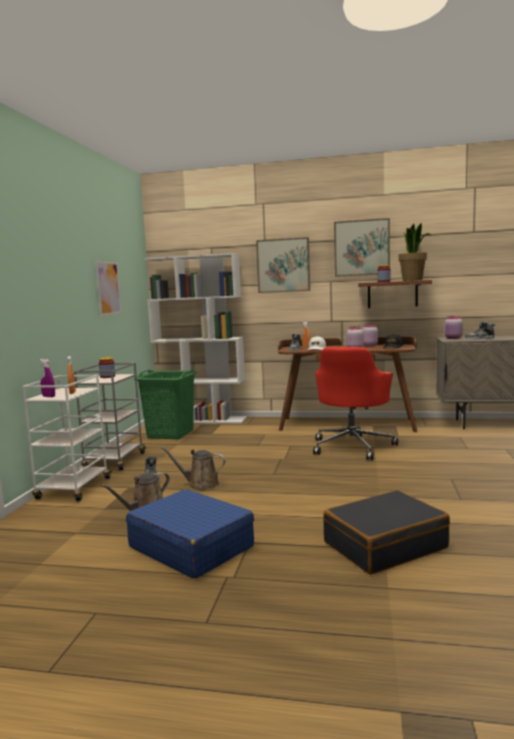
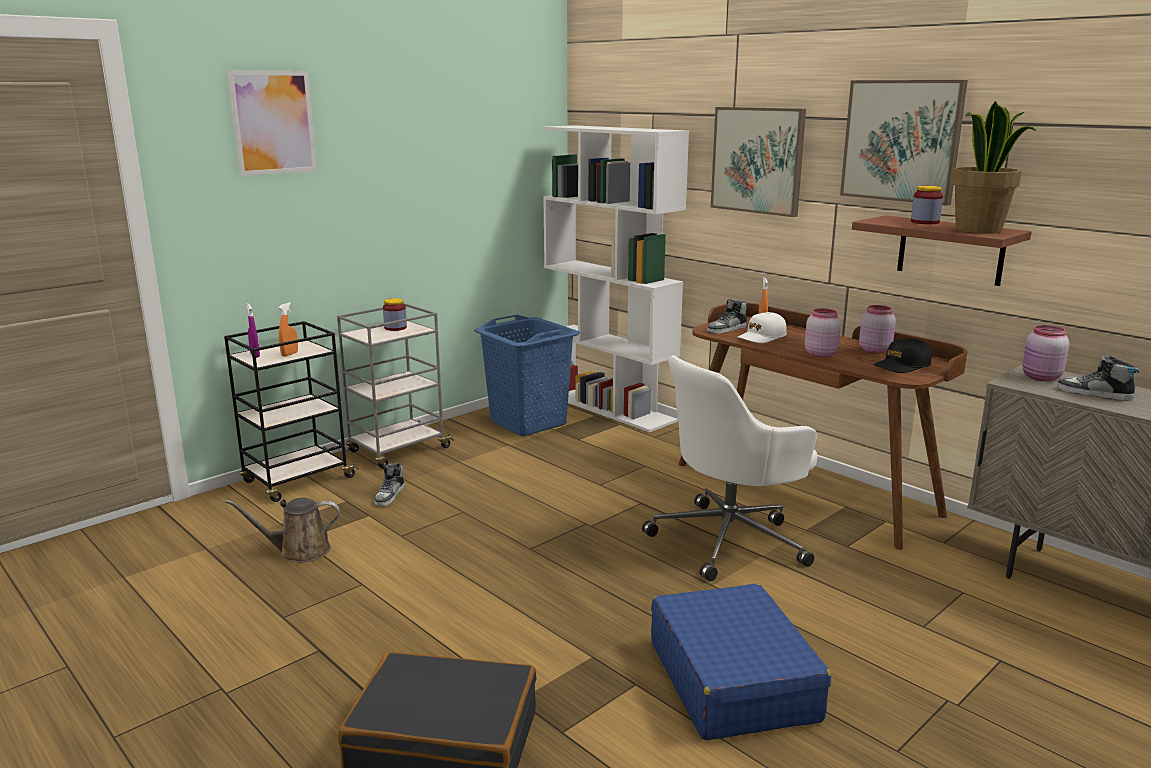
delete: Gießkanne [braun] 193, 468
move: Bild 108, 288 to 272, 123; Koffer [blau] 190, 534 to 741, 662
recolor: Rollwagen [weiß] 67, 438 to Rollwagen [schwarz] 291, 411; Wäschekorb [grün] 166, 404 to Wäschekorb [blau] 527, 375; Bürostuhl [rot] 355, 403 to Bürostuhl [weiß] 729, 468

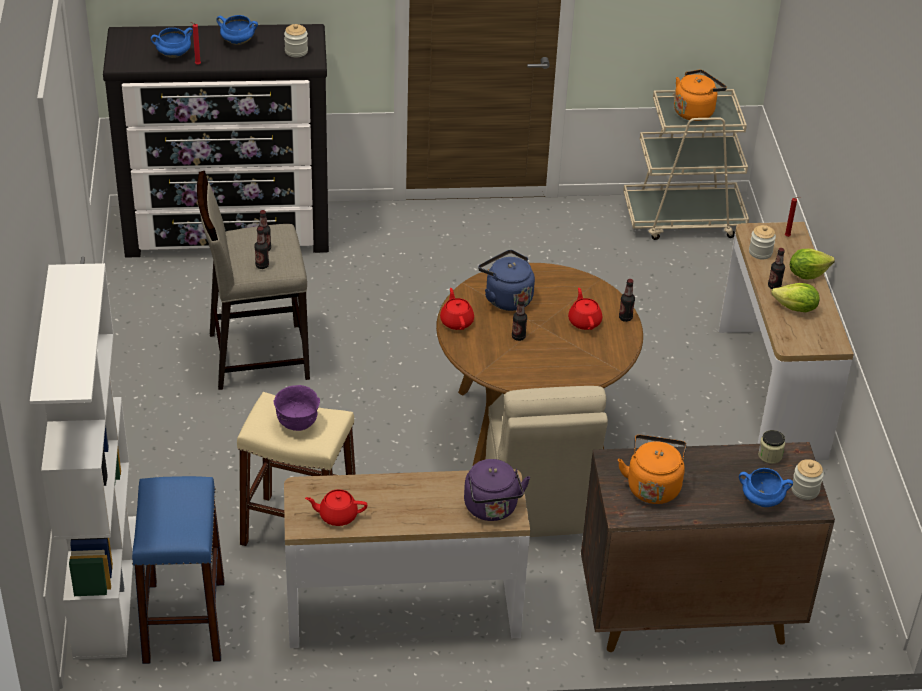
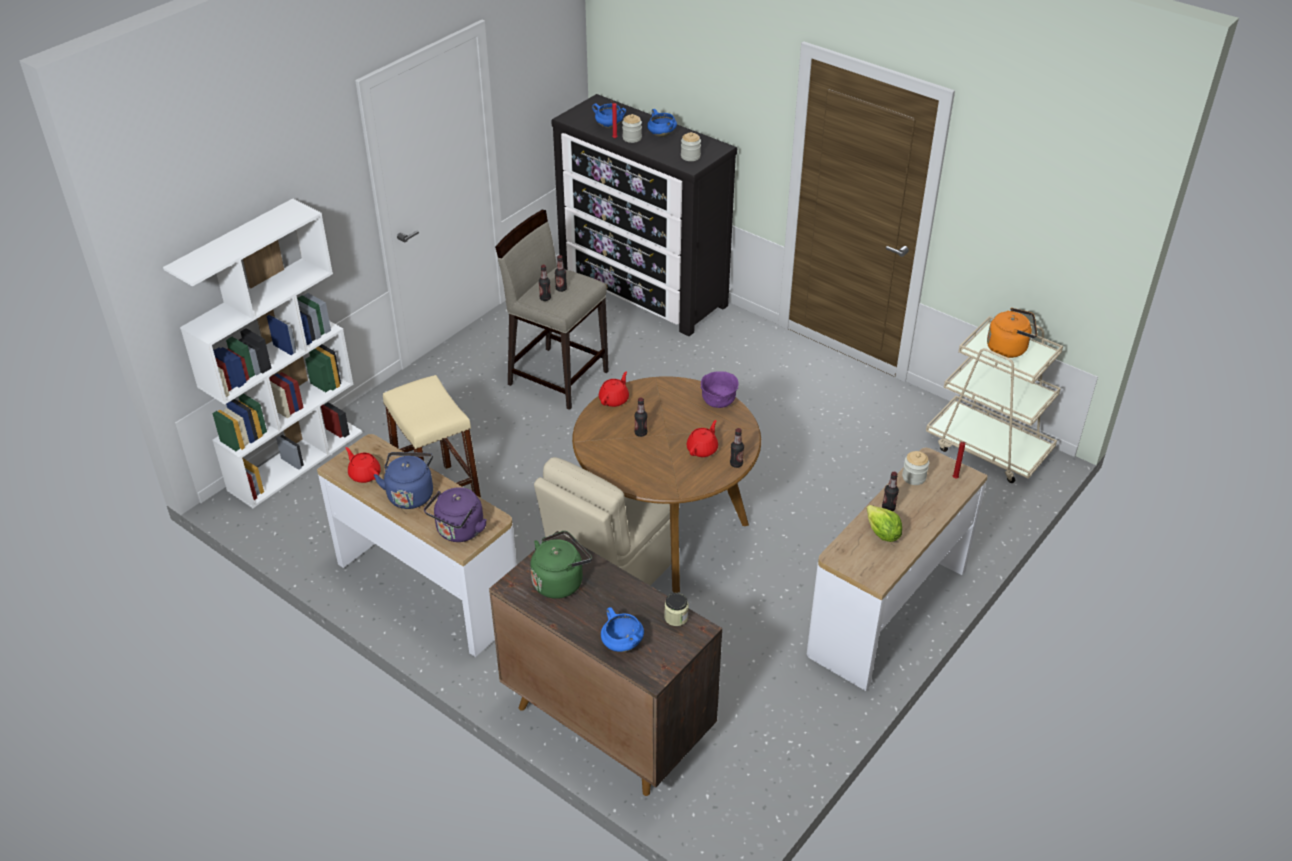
delete: Hocker [blau] 178, 570; Salatkopf 812, 264
move: Schüssel [lila] 297, 408 to 719, 389; Wasserkessel [blau] 506, 280 to 403, 480; Vorratsglas 807, 479 to 632, 128
recolor: Wasserkessel [orange] 652, 469 to Wasserkessel [grün] 561, 565

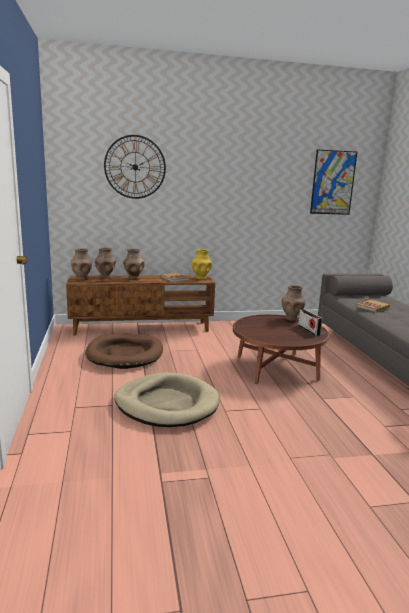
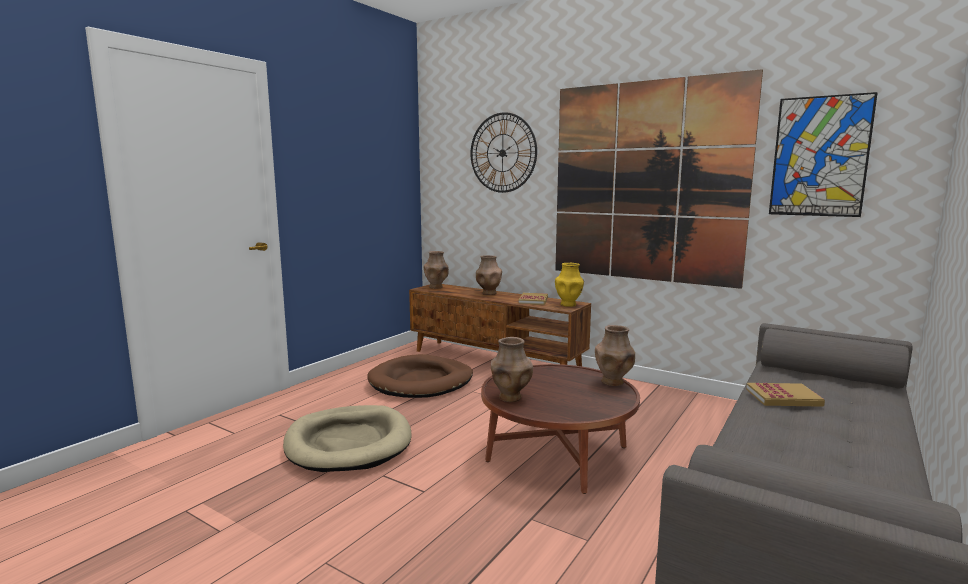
delete: Radio 310, 322
insert: Bild 659, 179
move: Vase [braun] 105, 263 to 512, 369

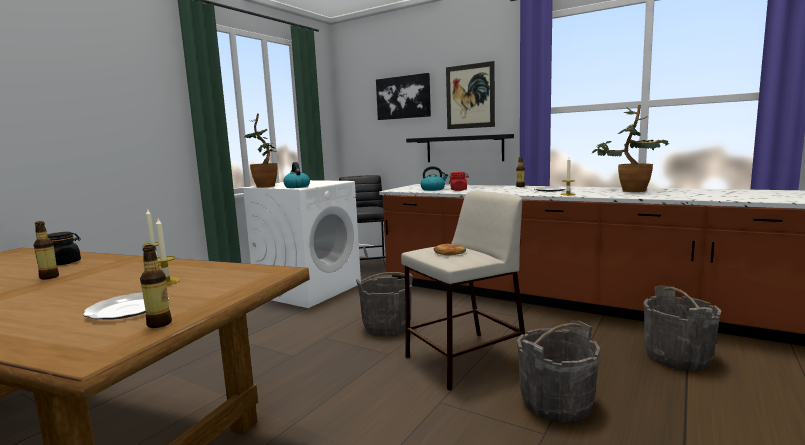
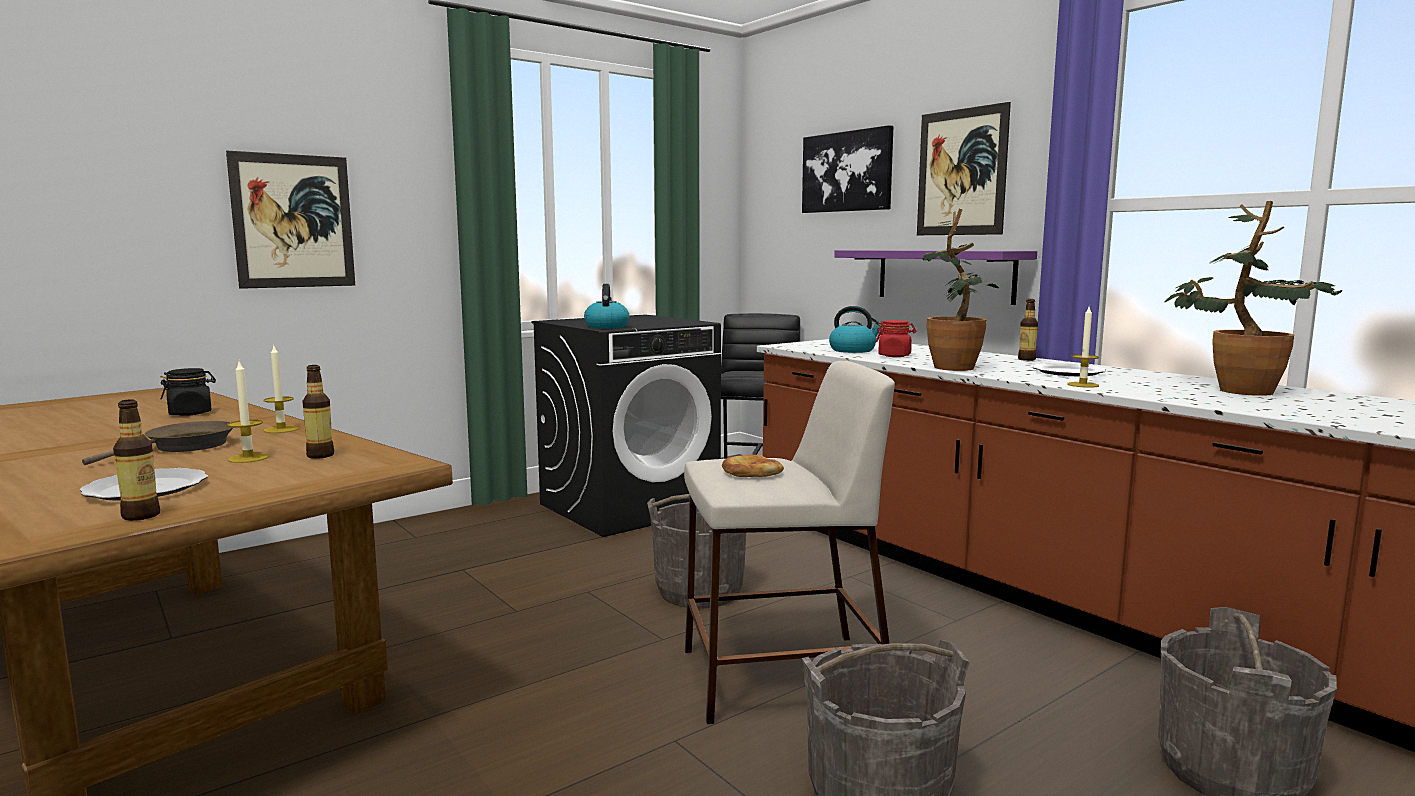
insert: Pfanne [braun] 158, 443; Bild 290, 220
move: Flasche 46, 250 to 318, 412; Topfpflanze 261, 151 to 961, 290
recolor: Waschmaschine [weiß] 301, 244 to Waschmaschine [schwarz] 626, 426; Wandregal [schwarz] 460, 148 to Wandregal [lila] 935, 277

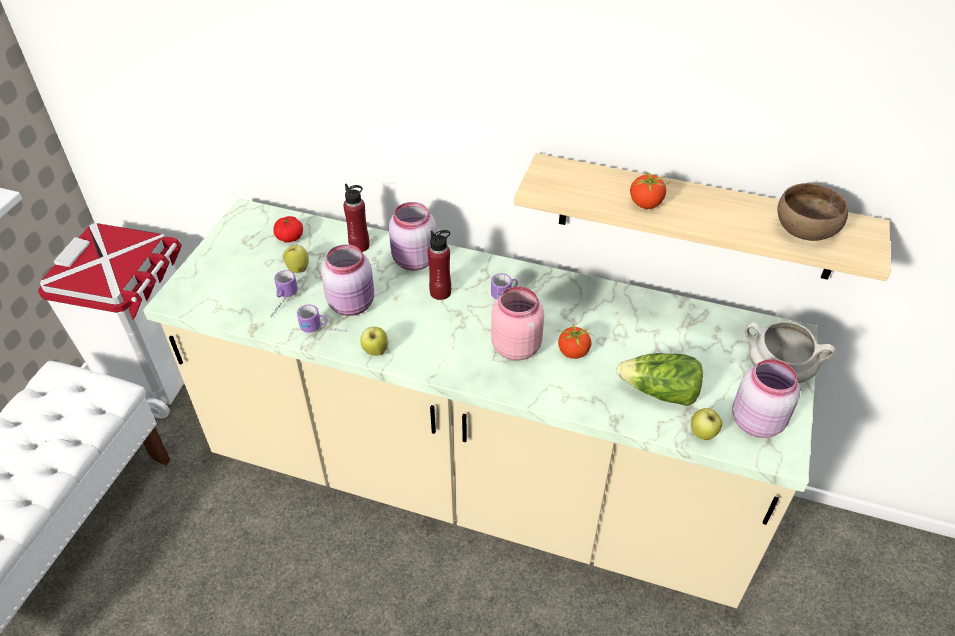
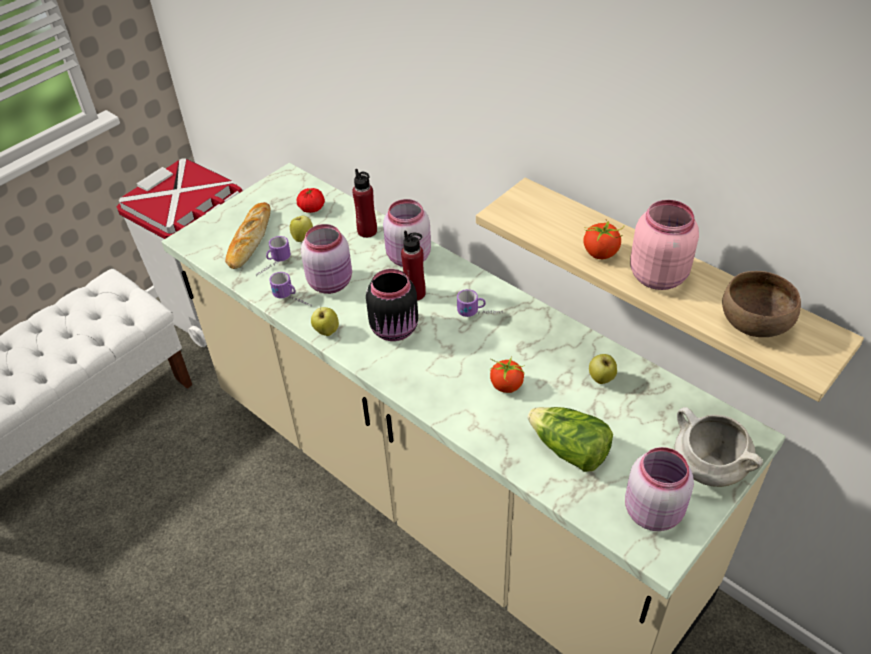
insert: Brot 247, 235; Vorratsglas [schwarz] 392, 305
move: Vorratsglas [rosa] 517, 323 to 664, 245; Apfel 706, 424 to 603, 369

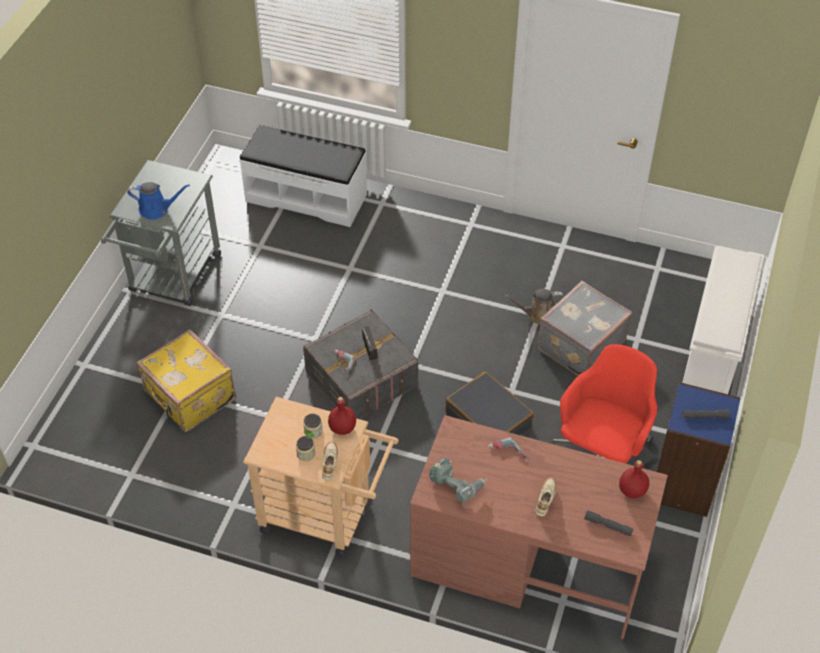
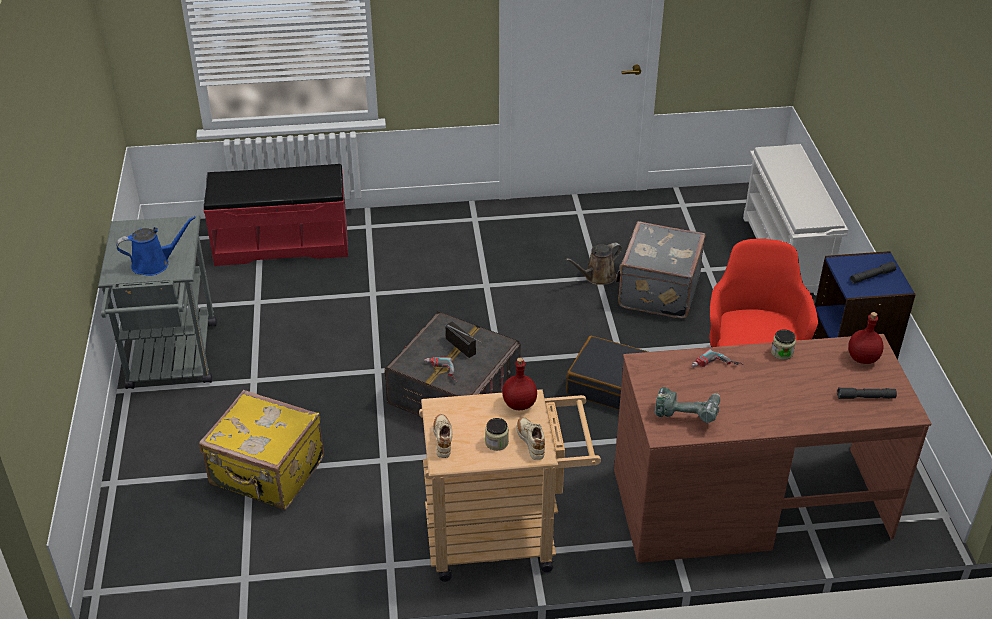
move: Vorratsglas 313, 426 to 783, 344; Schuh [beige] 545, 497 to 443, 436
recolor: Bank [weiß] 303, 176 to Bank [rot] 276, 215

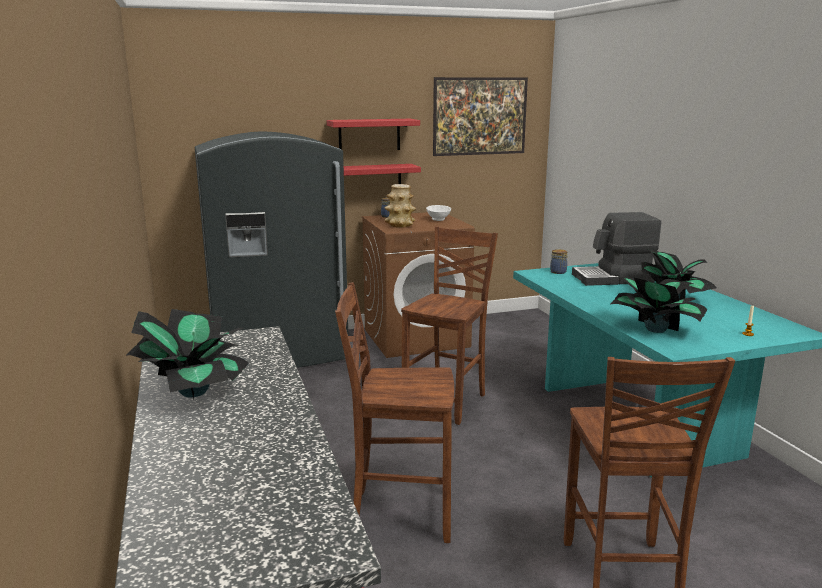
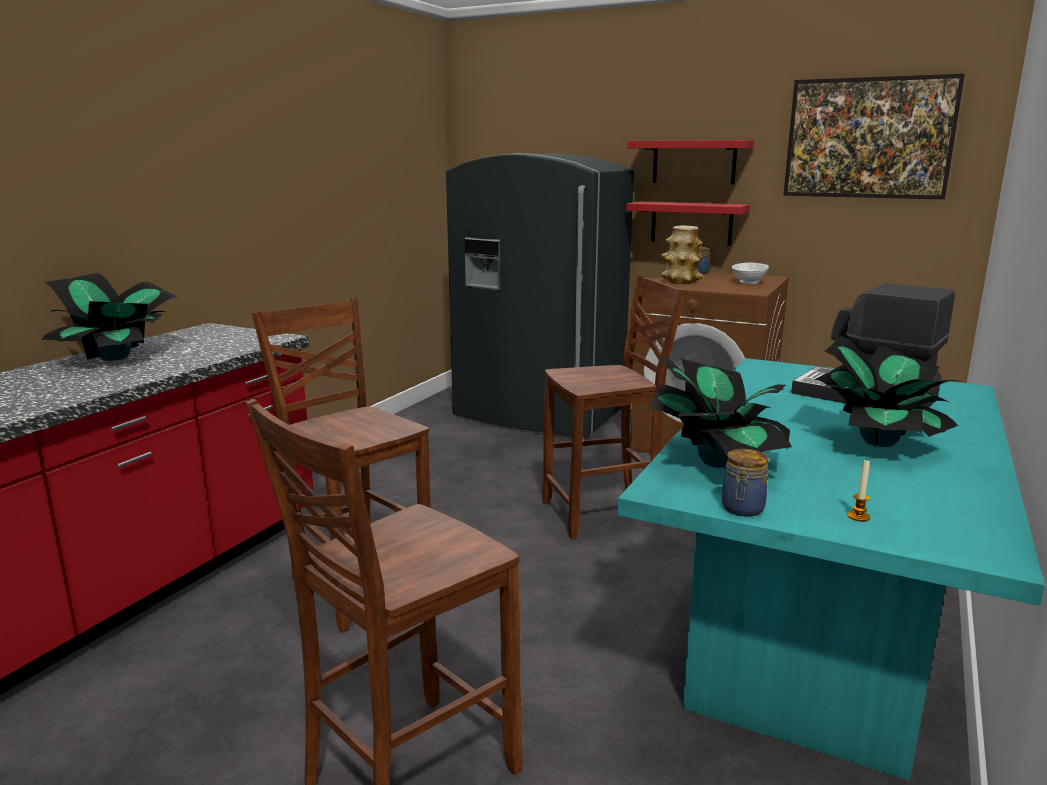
move: Vorratsglas 558, 261 to 745, 482

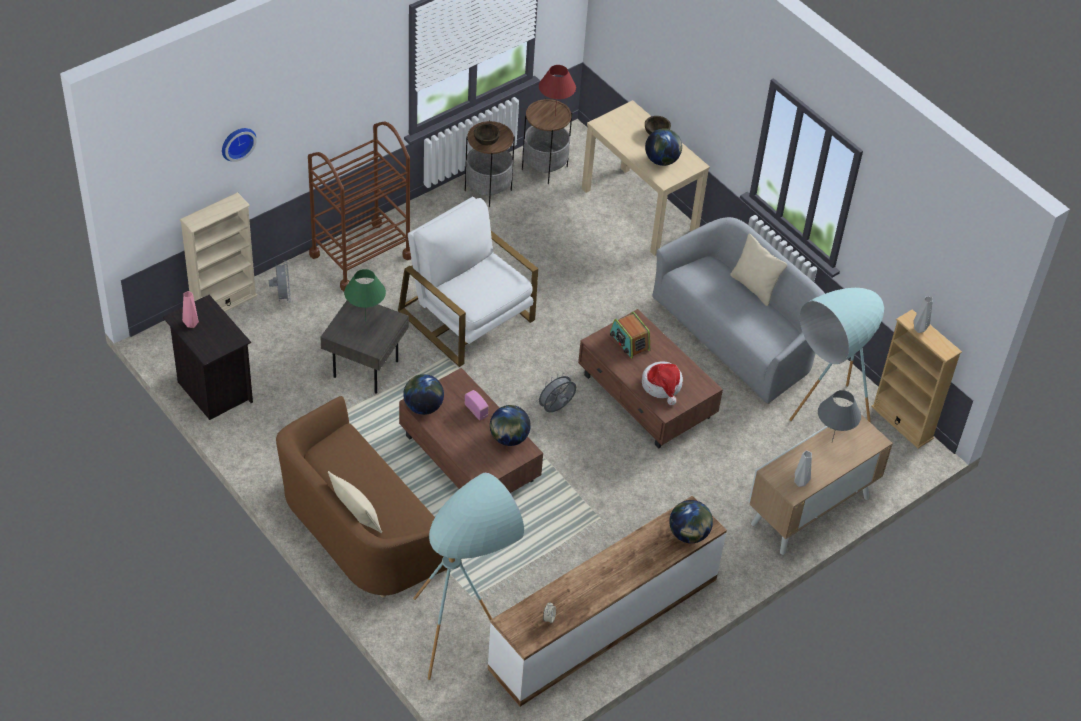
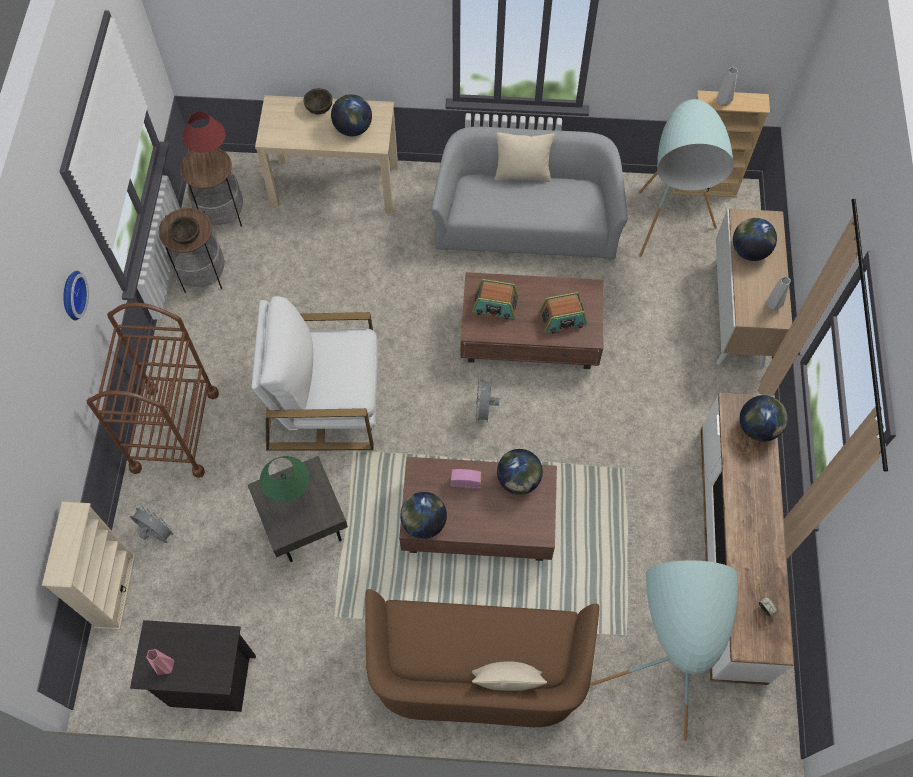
move: Wanduhr 239, 145 to 76, 295
replace: Hut 662, 383 to Radio 562, 312; Tischlampe [grau] 839, 416 to Globus 755, 239

